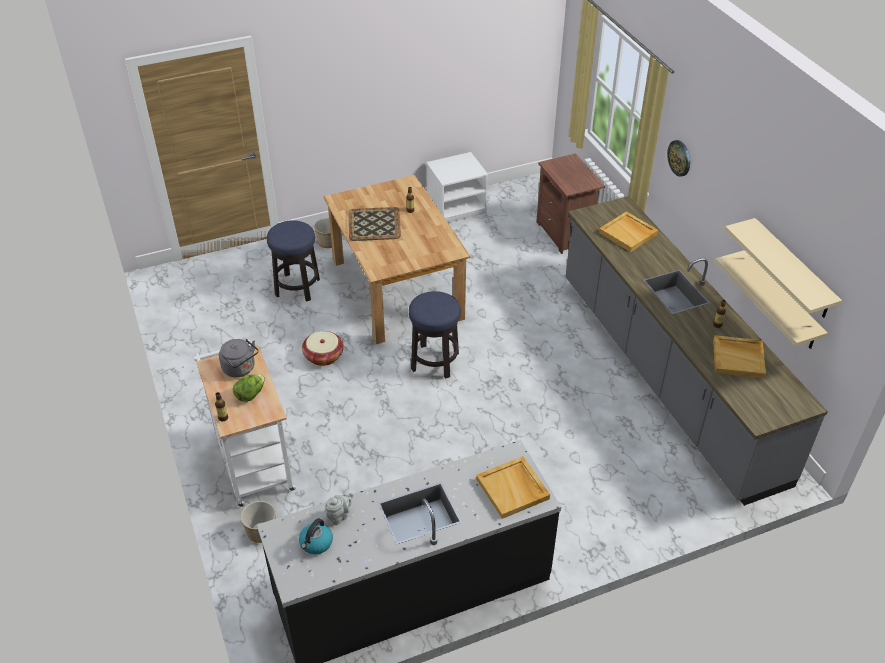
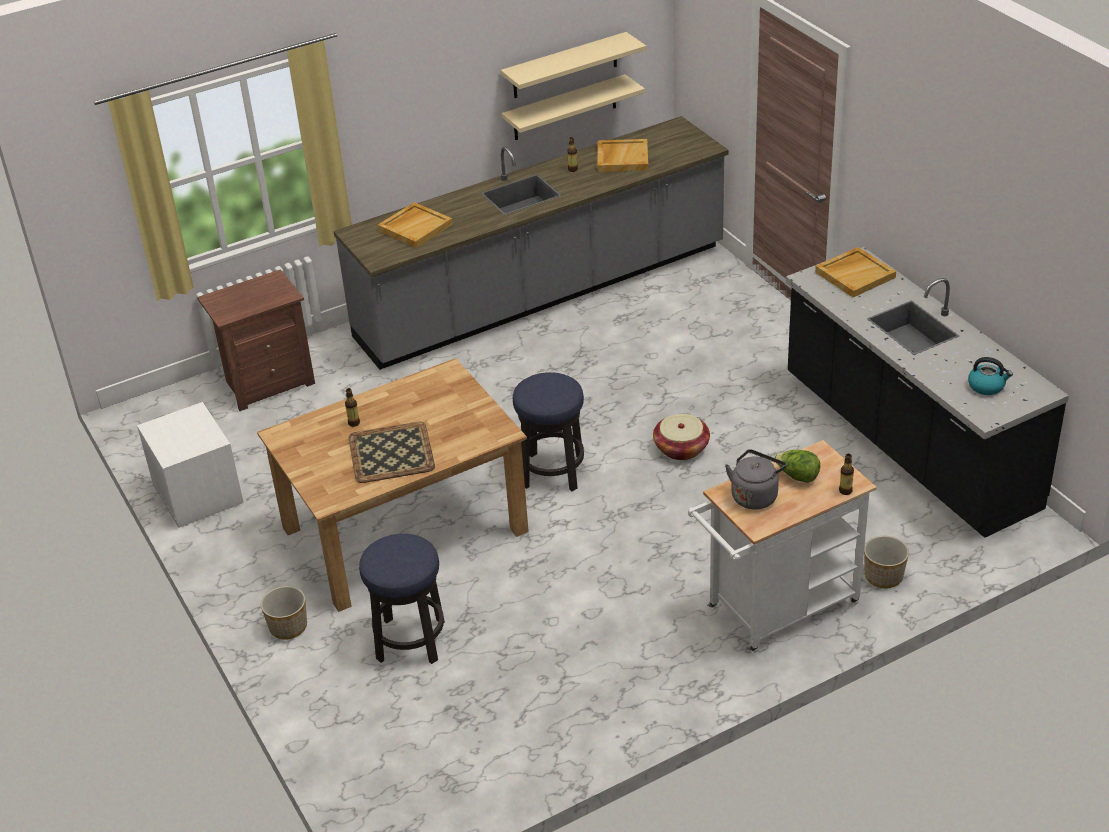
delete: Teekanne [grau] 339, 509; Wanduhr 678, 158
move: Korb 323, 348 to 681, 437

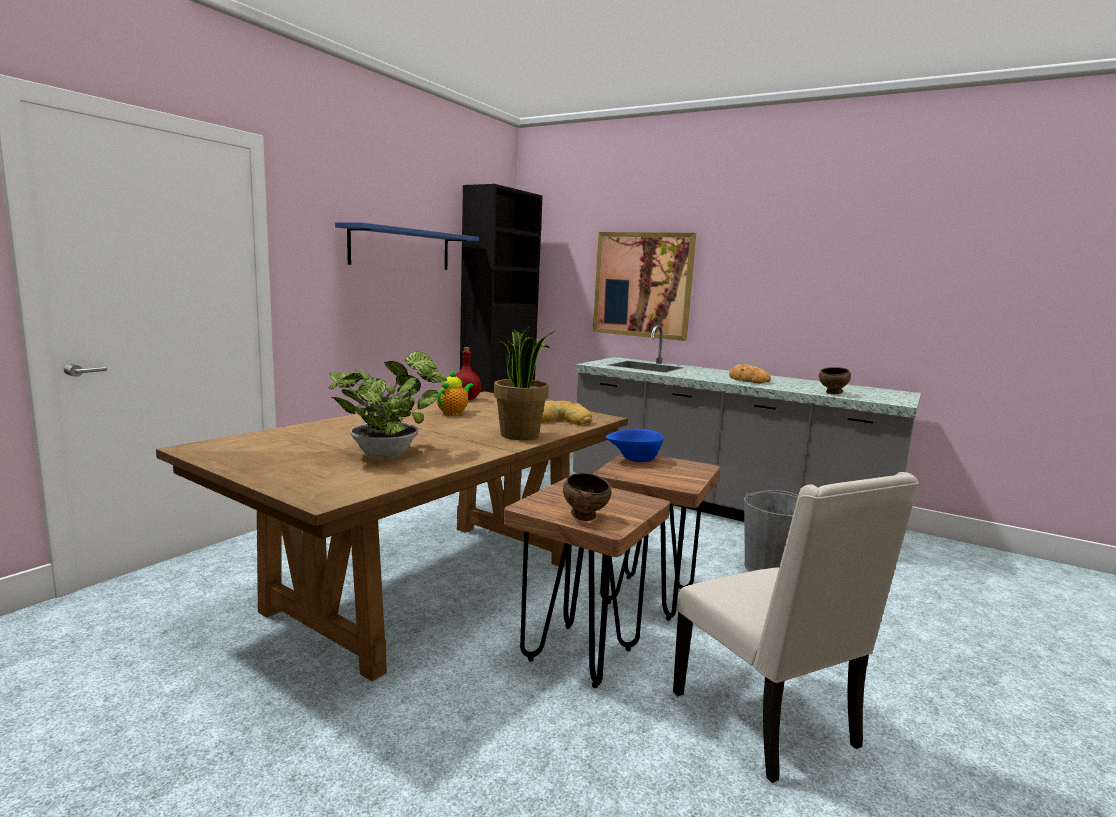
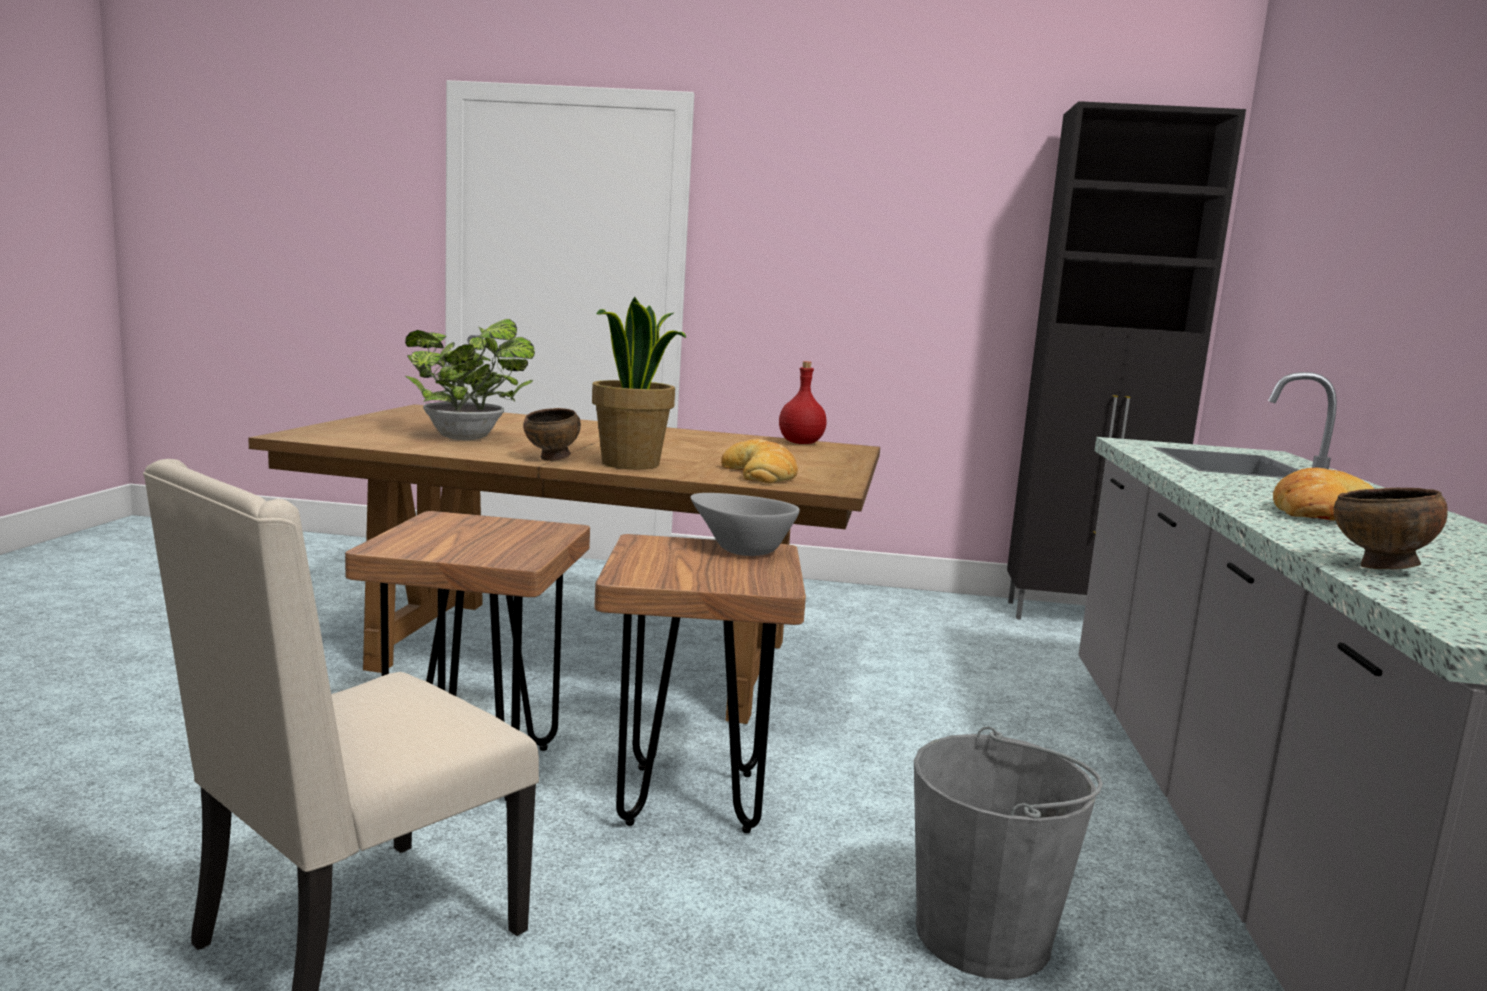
delete: Wandregal [blau] 407, 246; Teekanne 455, 393; Bild 644, 286
move: Schüssel [braun] 587, 497 to 552, 434
recolor: Schüssel [blau] 635, 445 to Schüssel [grau] 745, 524

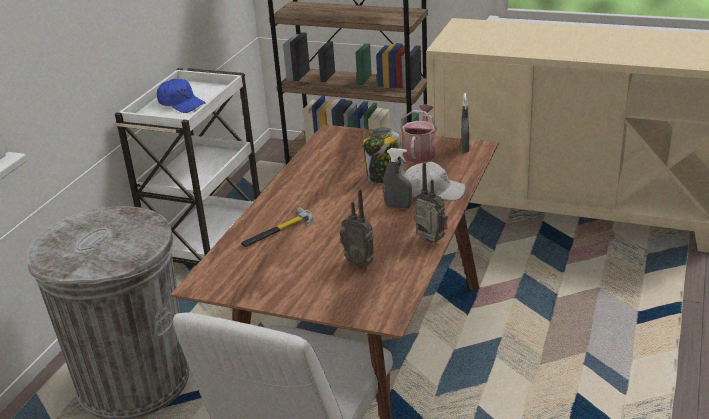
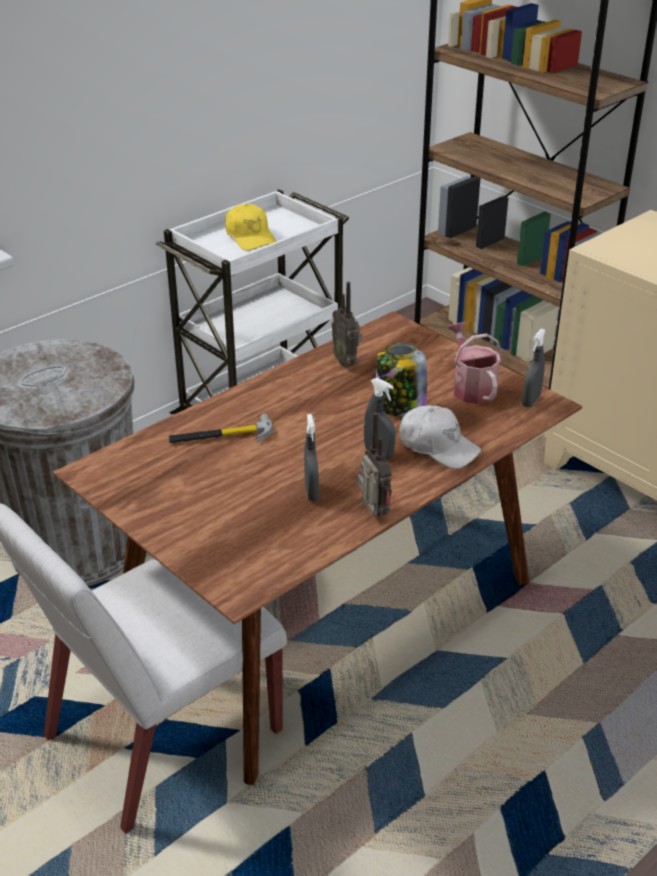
insert: Sprühflasche [grau] 311, 457
move: Radio 356, 228 to 346, 324
recolor: Kappe [blau] 181, 96 to Kappe [gelb] 251, 227
rotate: Gießkanne 418, 133 = 475, 363 60 degrees counterclockwise

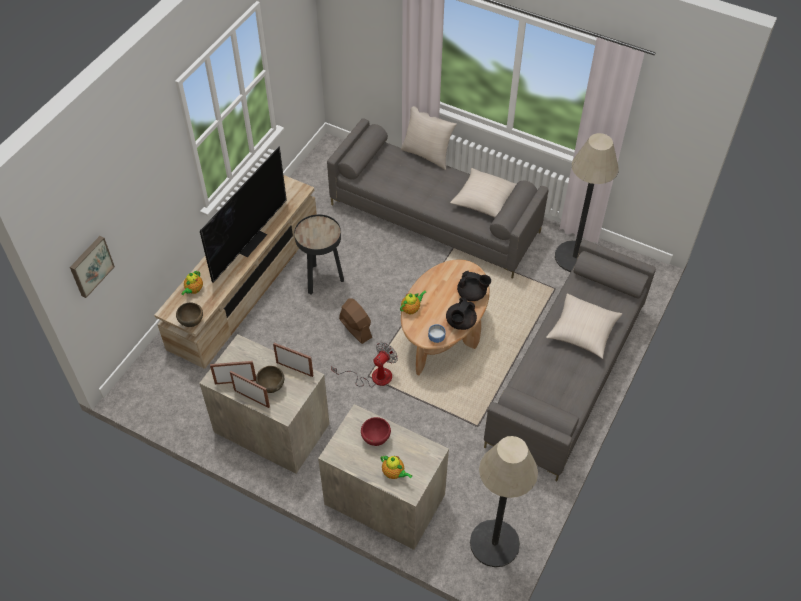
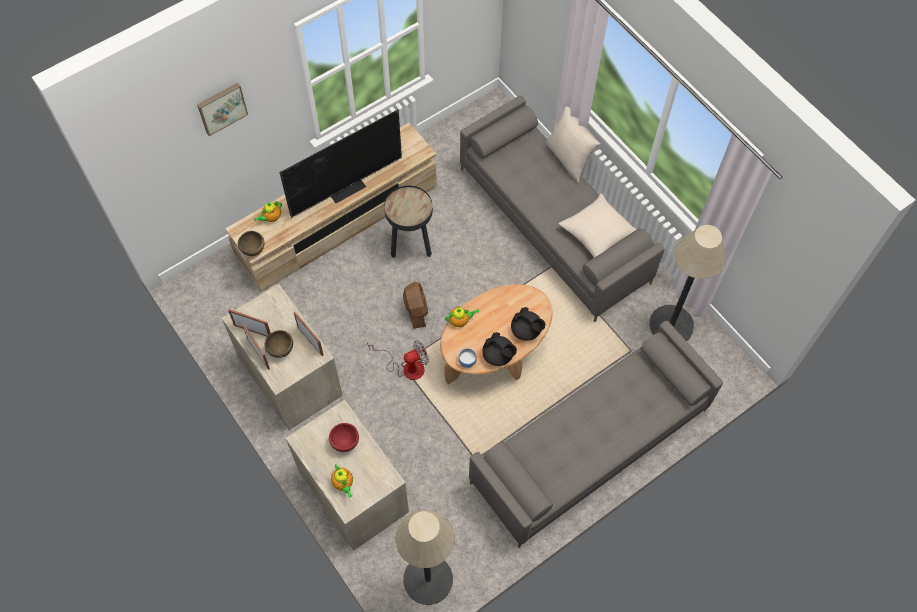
delete: Kissen [beige] 584, 326
move: Bild 92, 267 to 222, 109
rotate: Teekanne [schwarz] 461, 313 = 499, 349 105 degrees counterclockwise

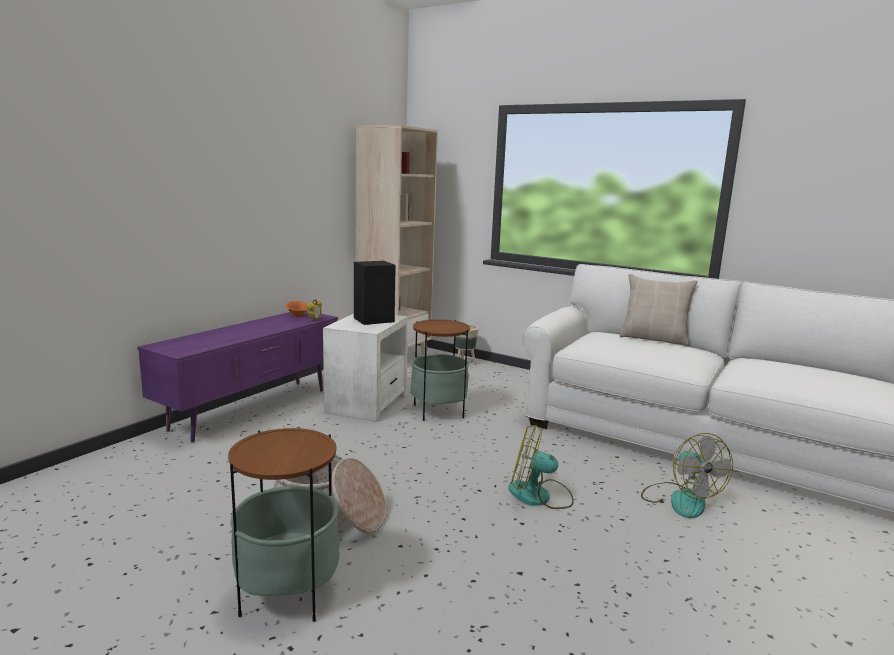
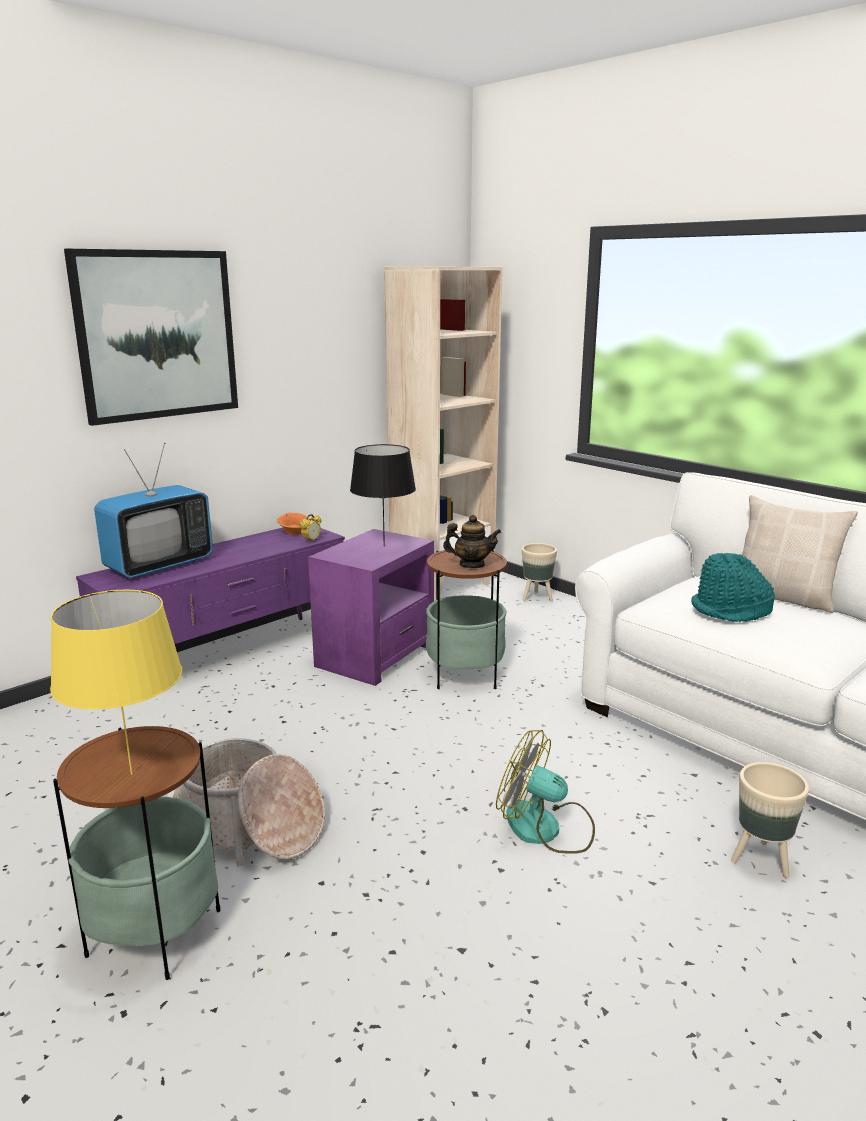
insert: Tischlampe [gelb] 116, 682; Bild 151, 337; Fernseher 153, 510; Teekanne 472, 541; Hut [türkis] 733, 587
replace: Lautsprecher [schwarz] 375, 293 to Tischlampe [schwarz] 383, 495; Ventilator 687, 475 to Pflanzkübel [beige] 770, 820
recolor: Beistelltisch [weiß] 365, 368 to Beistelltisch [lila] 371, 607

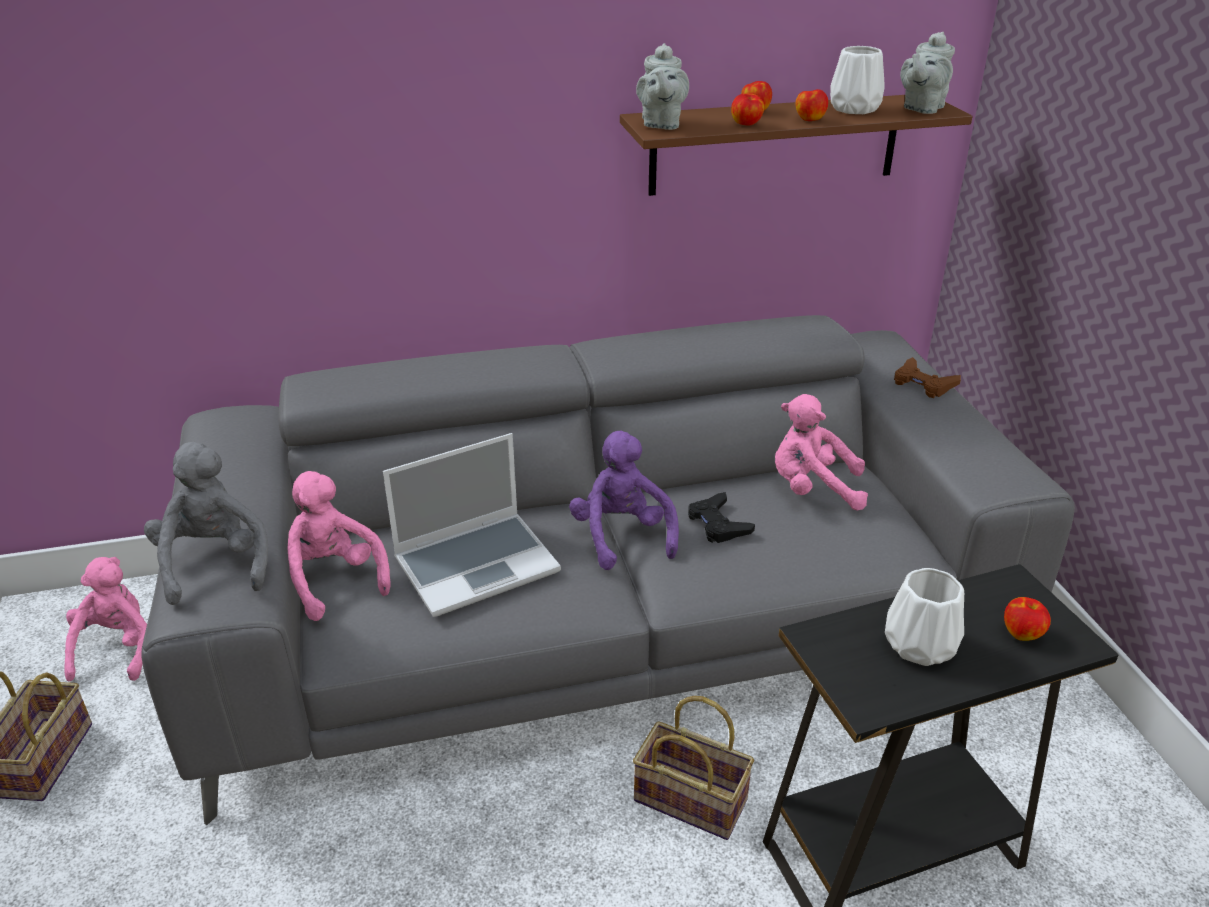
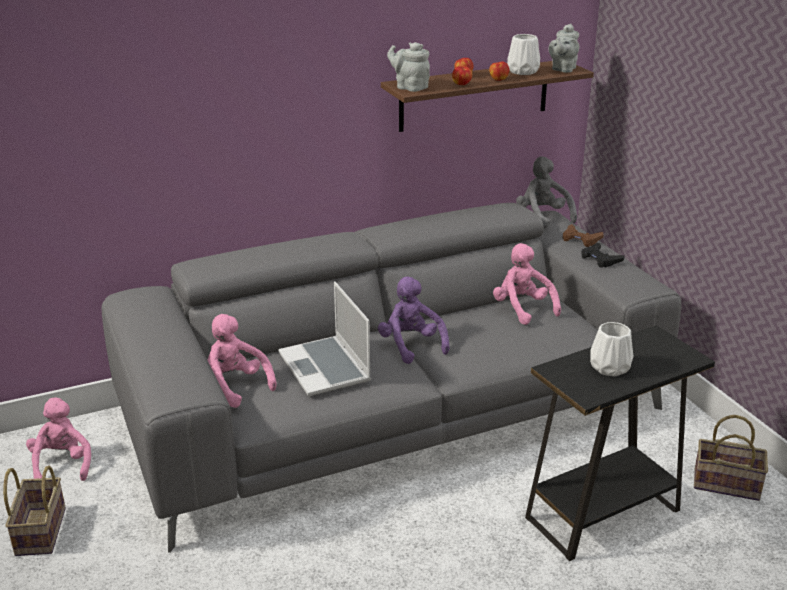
delete: Apfel 1027, 619
move: Plüschtier [grau] 206, 523 to 546, 192; Korb 693, 768 to 731, 458; Gamepad [schwarz] 721, 517 to 603, 255
rotate: Laptop 472, 525 = 324, 339 105 degrees clockwise; Teekanne [grau] 662, 86 = 408, 67 135 degrees clockwise; Plüschtier [rosa] 821, 452 = 527, 284 60 degrees clockwise

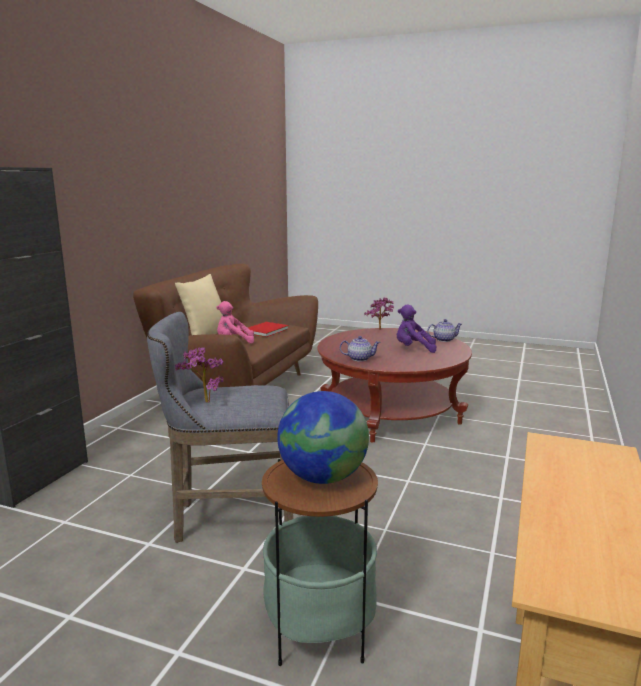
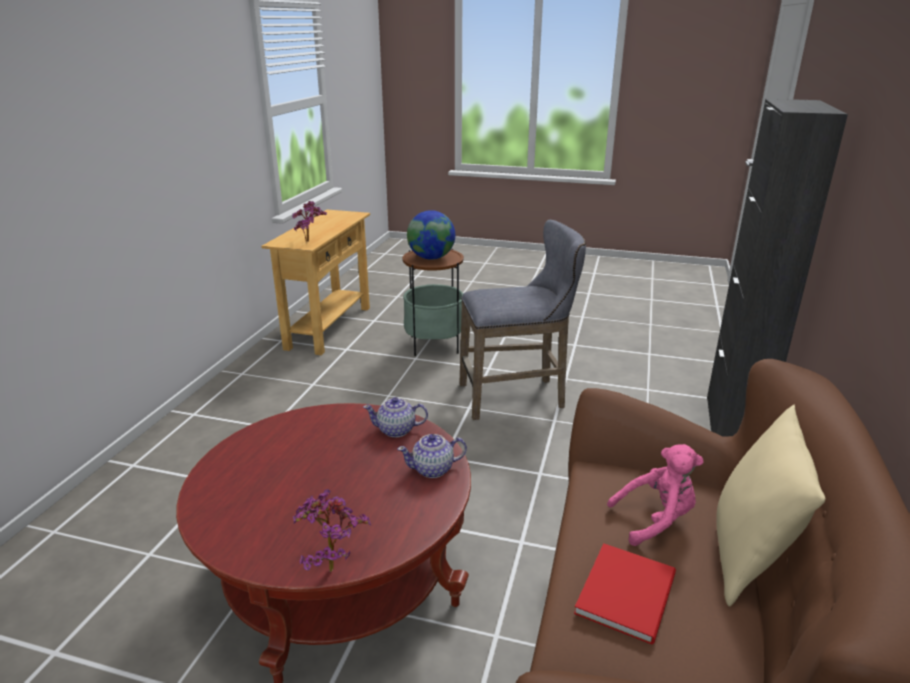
delete: Plüschtier [lila] 417, 329
move: Topfpflanze 199, 375 to 309, 221; Teekanne 444, 330 to 432, 456

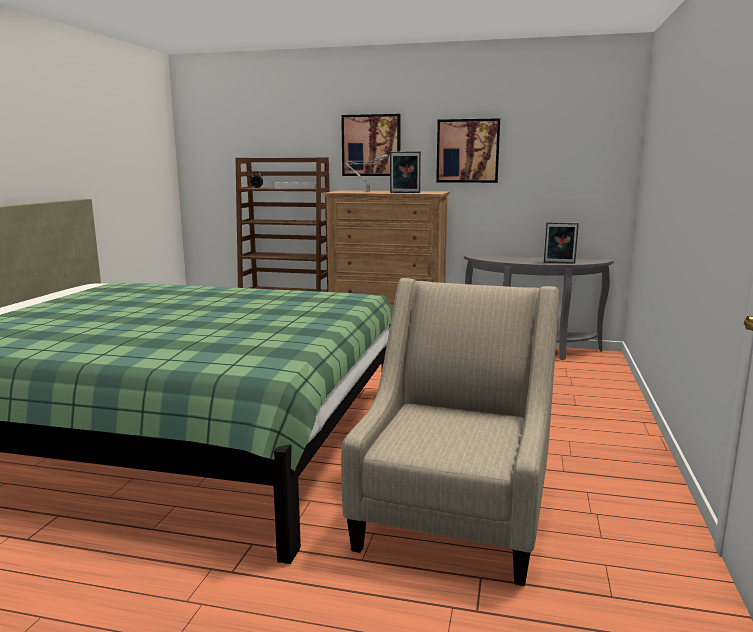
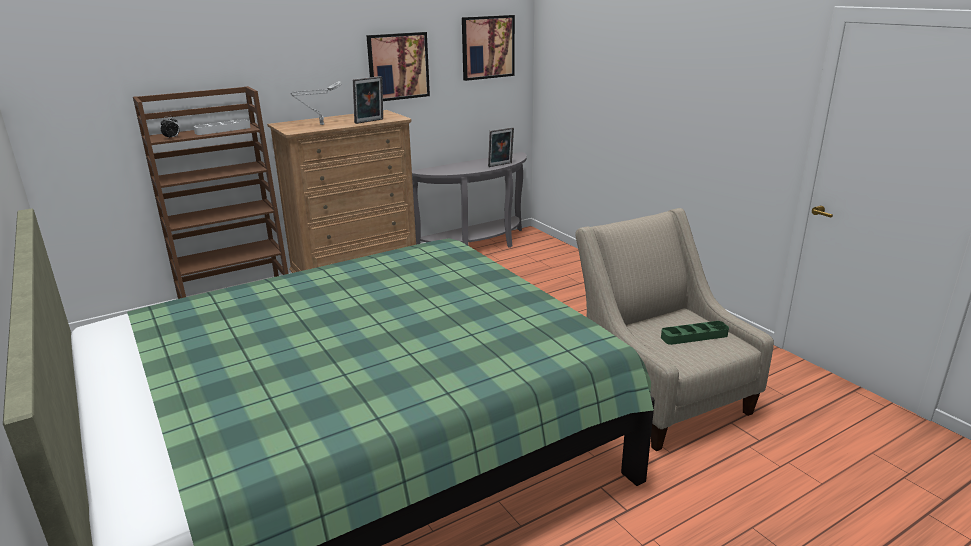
insert: Tablett [grün] 695, 333
move: Bild 371, 145 to 488, 48

